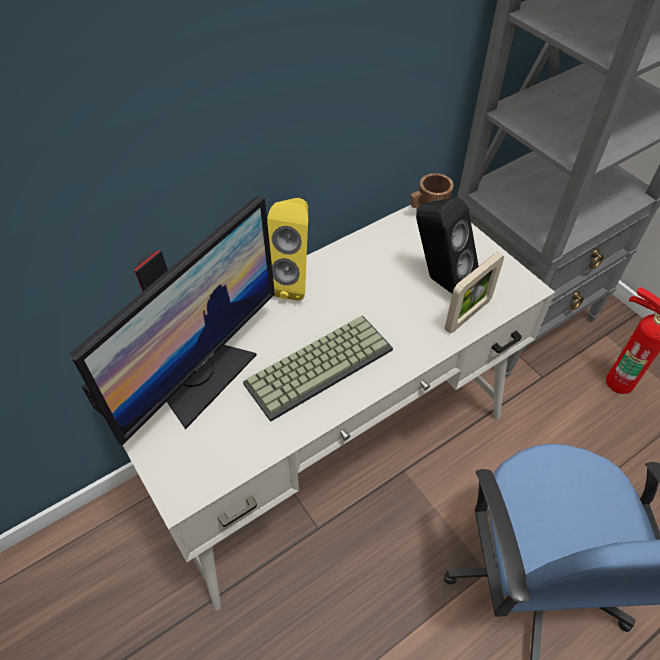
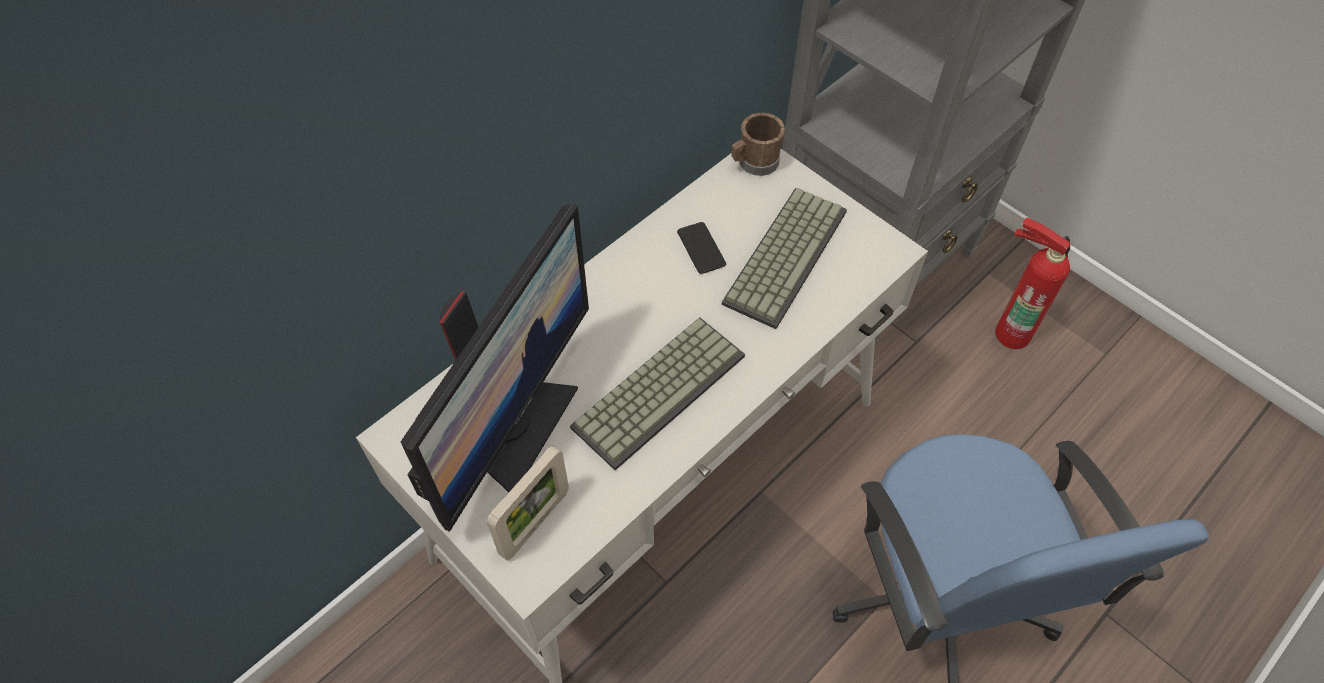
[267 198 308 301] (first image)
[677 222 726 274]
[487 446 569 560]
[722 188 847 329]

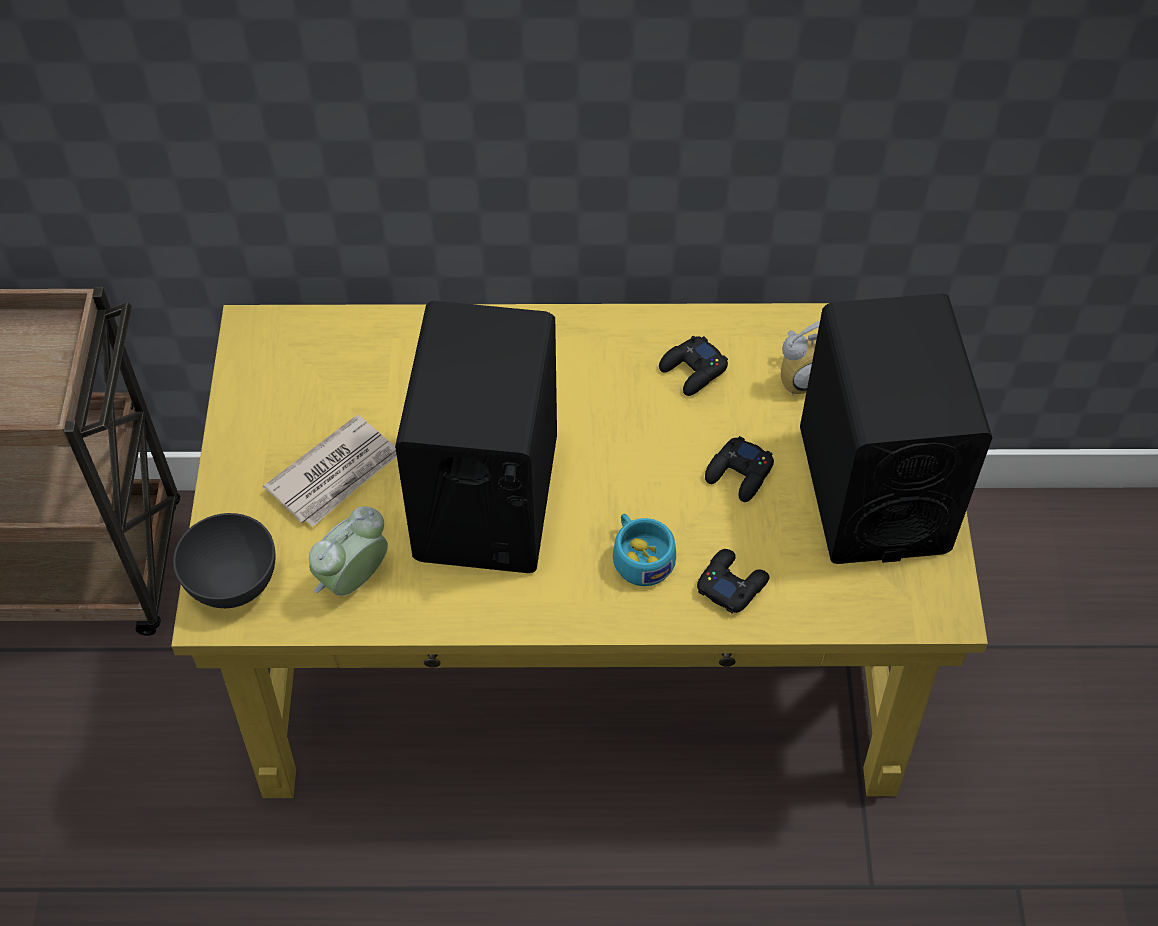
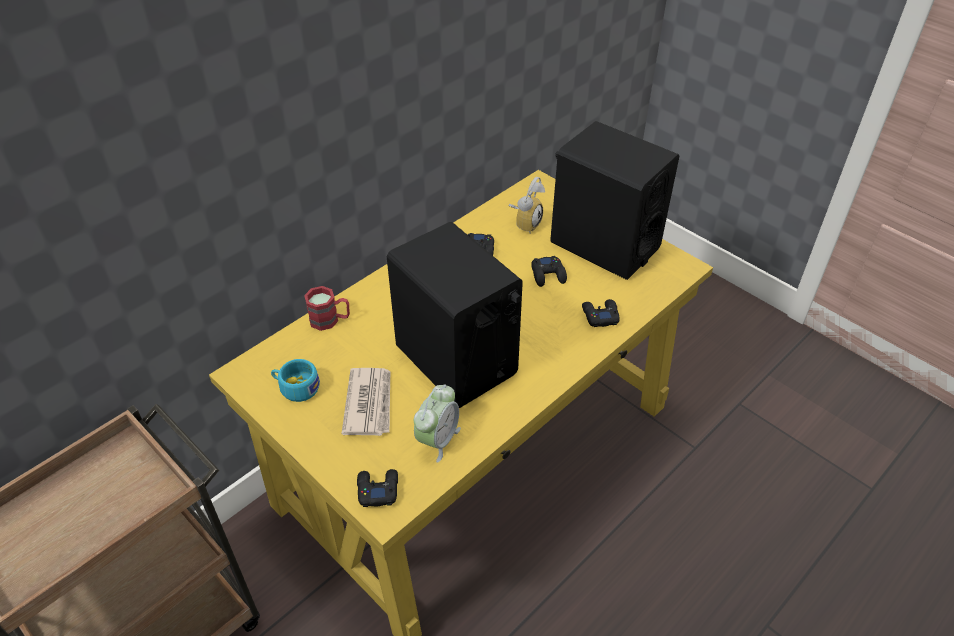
[304 286 350 331]
[271 359 320 402]
[357 469 398 507]
[414 384 461 463]

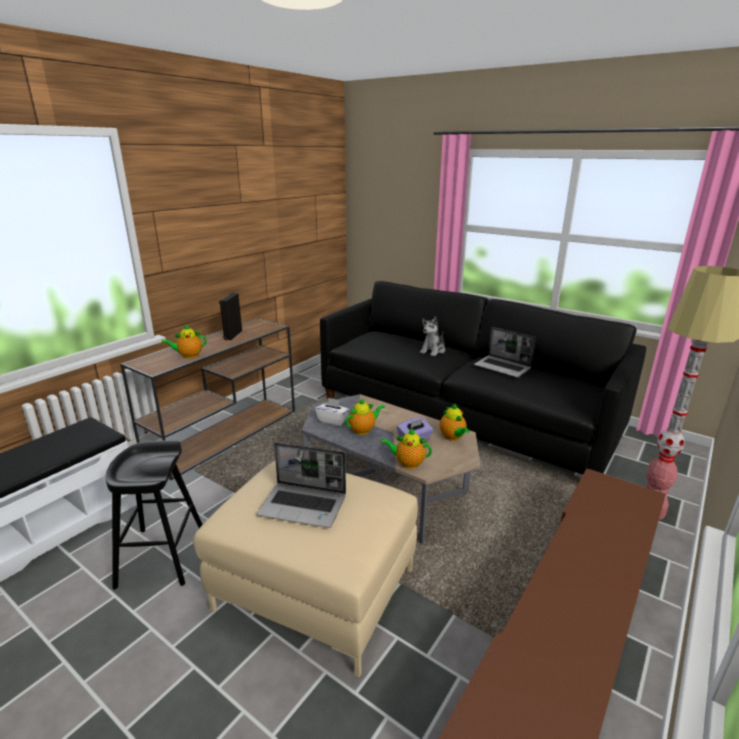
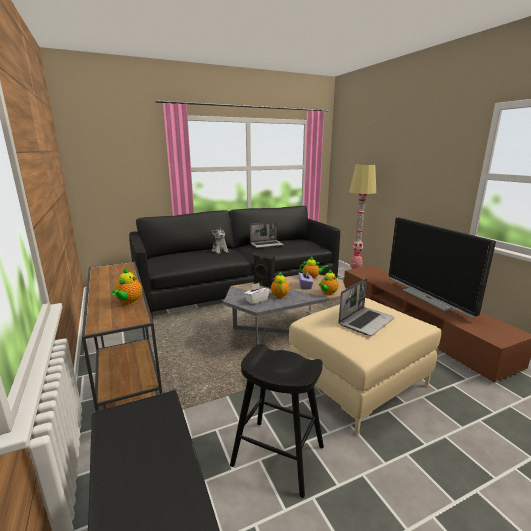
[389 217 496 318]
[253 253 275 289]

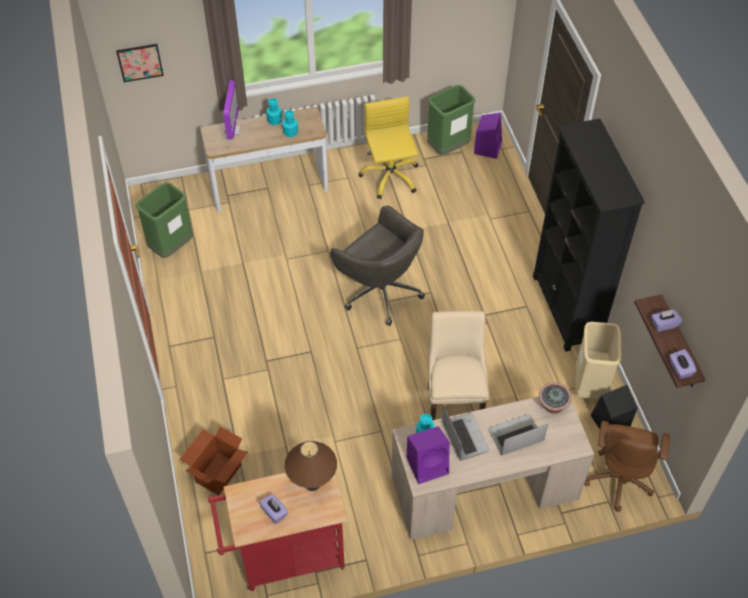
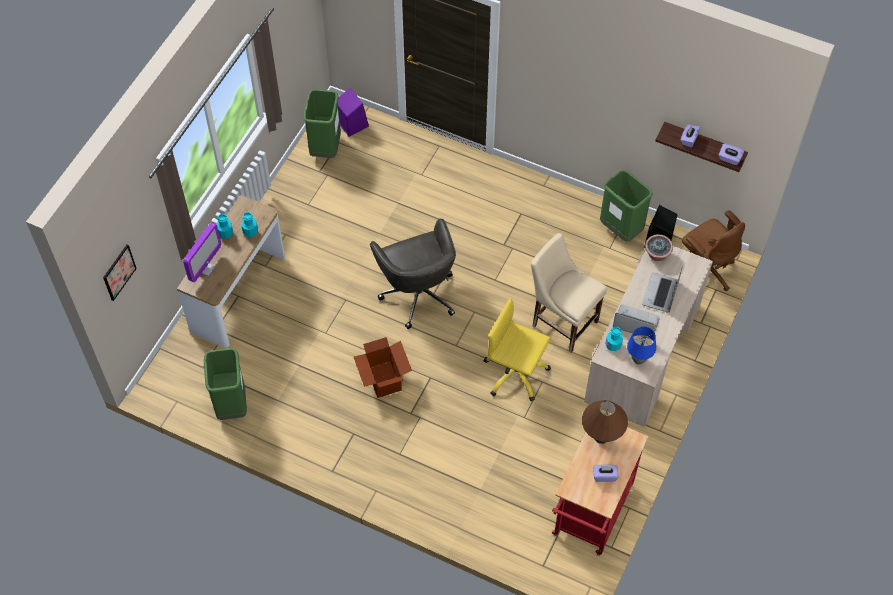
[533 118 645 352] (first image)
[354 337 412 398]
[484 298 551 401]
[627 326 656 365]
[600 170 653 242]
[183 223 221 282]
[370 218 456 329]

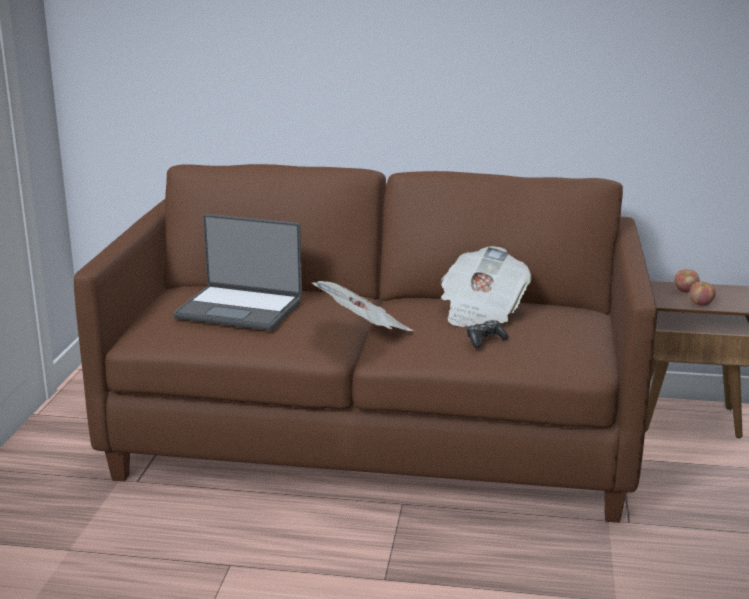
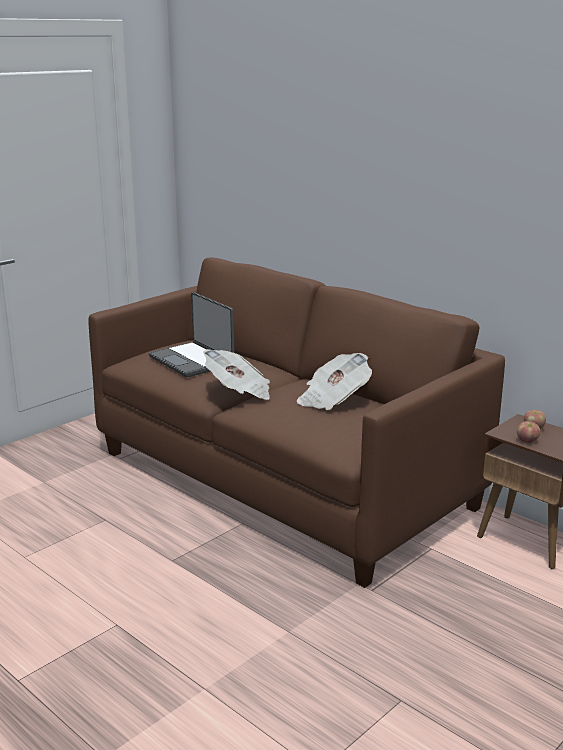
[466 320 509 348] (first image)

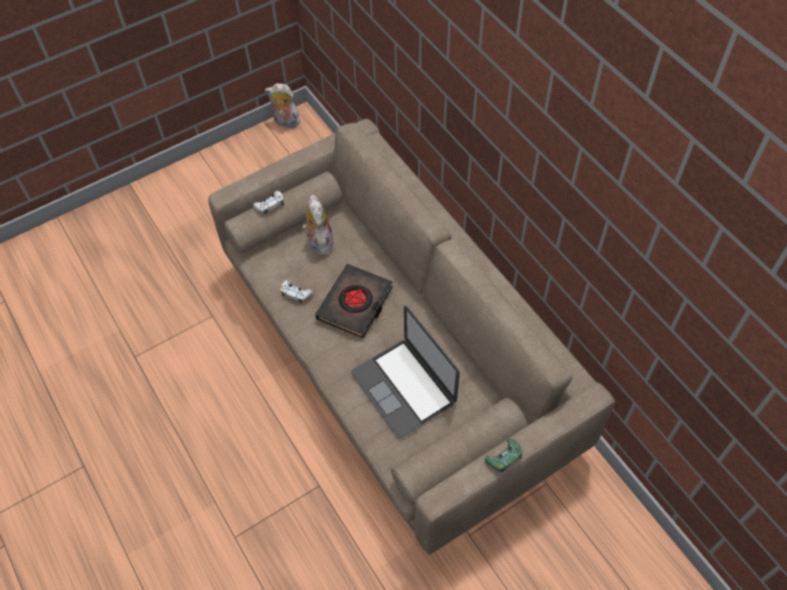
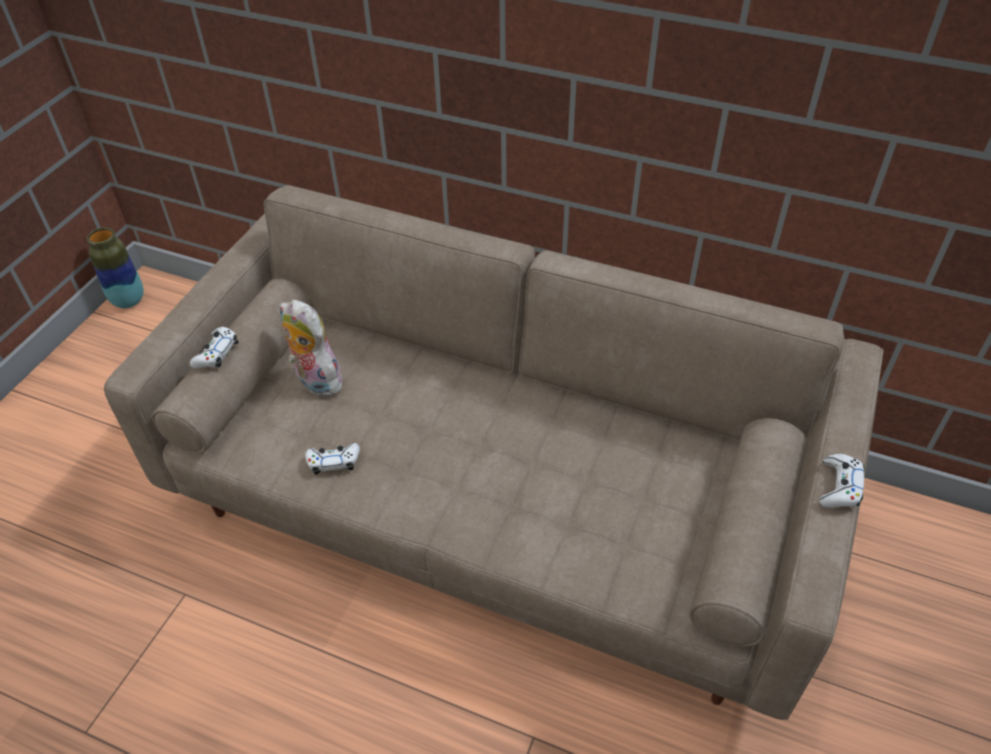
[315 264 393 338] (first image)
[351 306 460 438] (first image)
[87 227 144 308]
[819 454 865 508]

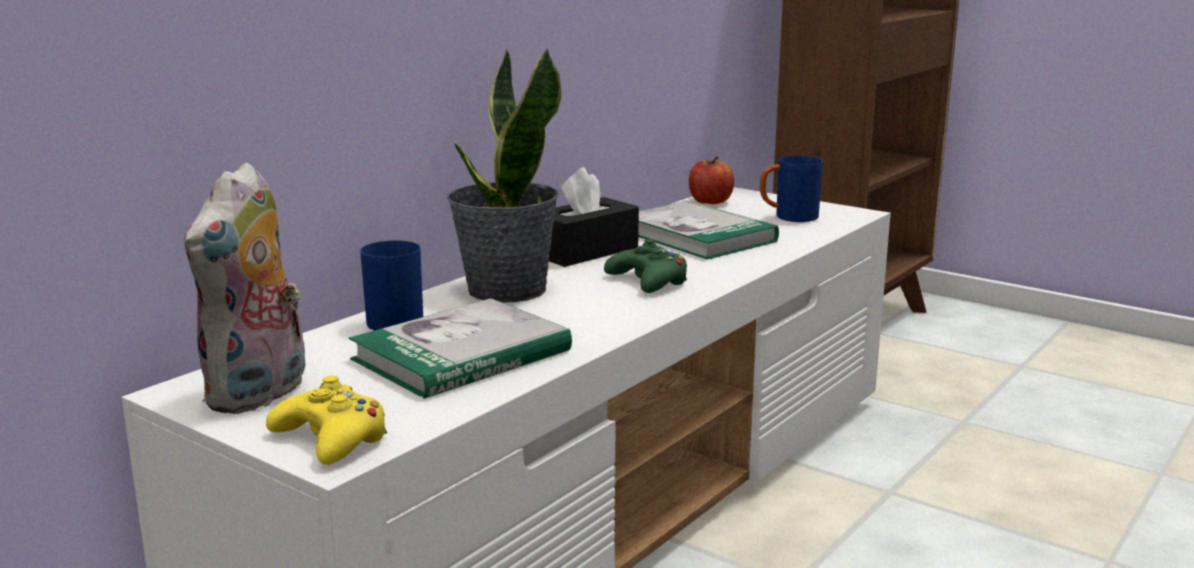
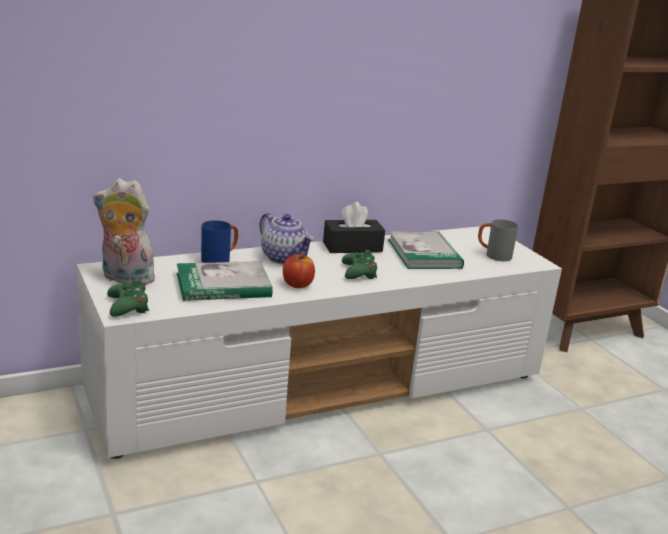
[283 254 315 288]
[260 213 314 264]
[107 279 149 317]
[478 219 519 261]
[93 178 155 285]

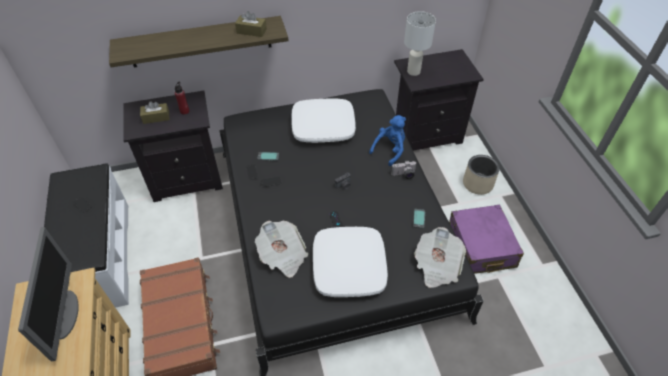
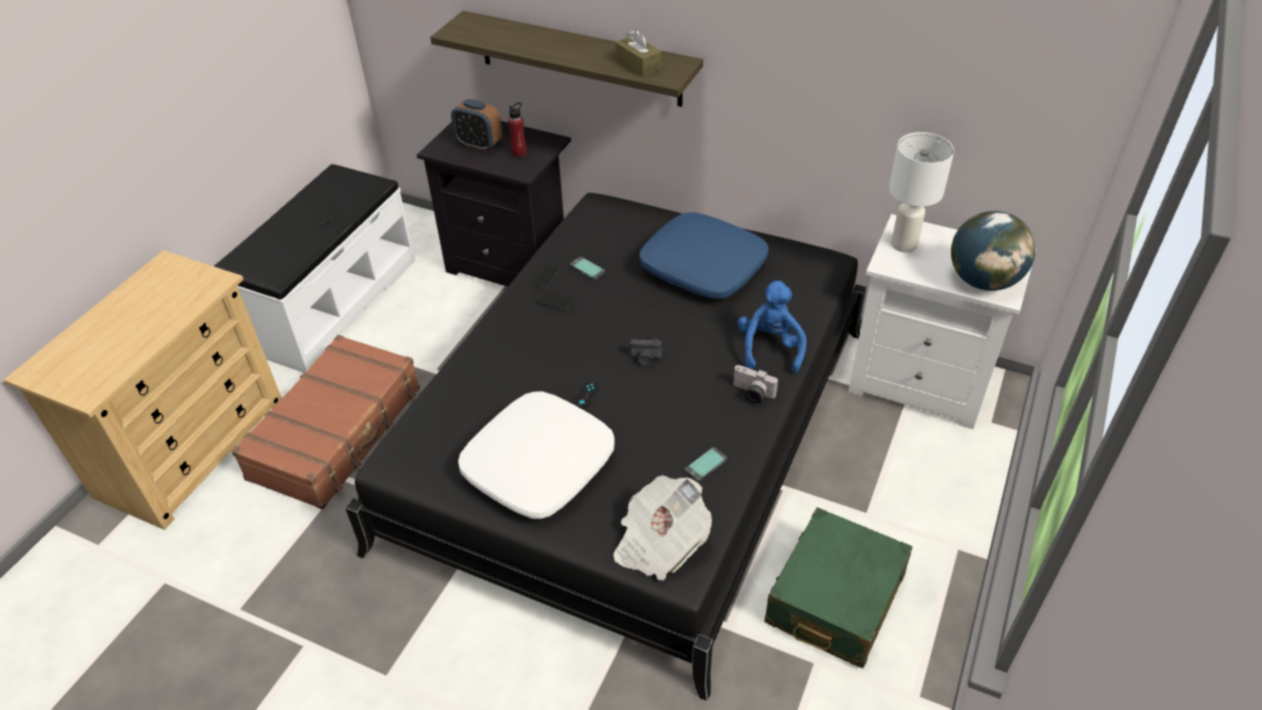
[18 227 79 362] (first image)
[255 221 308 278] (first image)
[463 155 500 195] (first image)
[951 211 1035 291]
[451 99 502 152]
[639 212 769 299]
[848 214 1036 429]
[764 507 913 669]
[737 281 807 373]

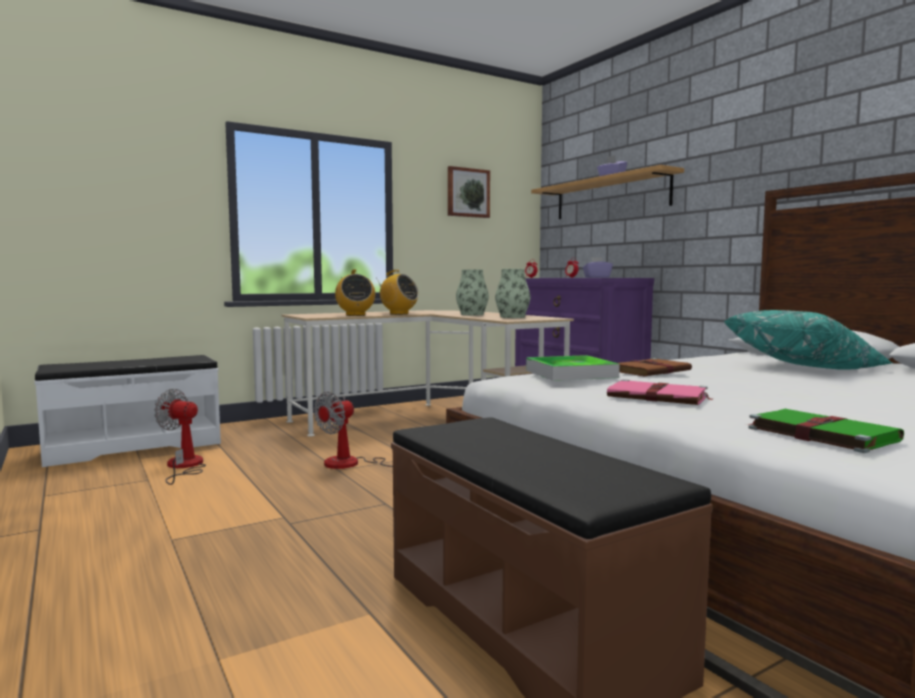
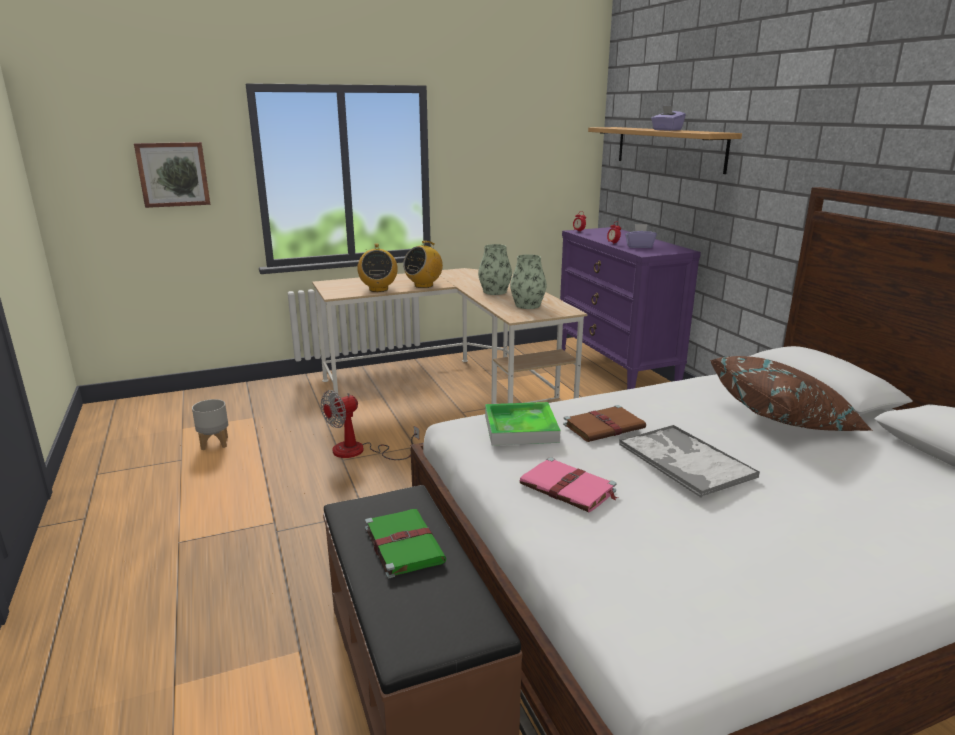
[34 355 221 467] (first image)
[619 425 760 498]
[134 142 210 208]
[365 509 447 579]
[192 399 228 450]
[710 356 873 431]
[403 241 443 288]

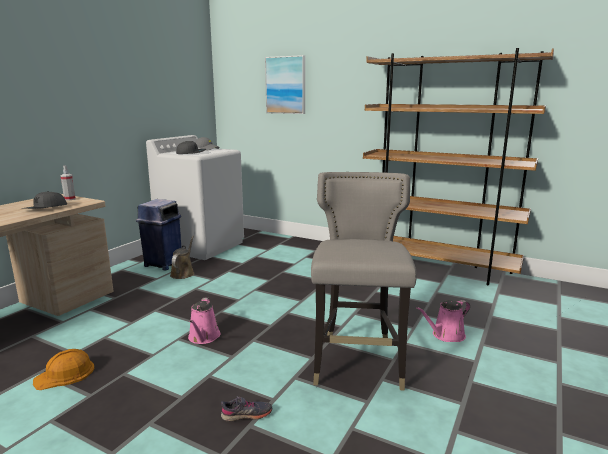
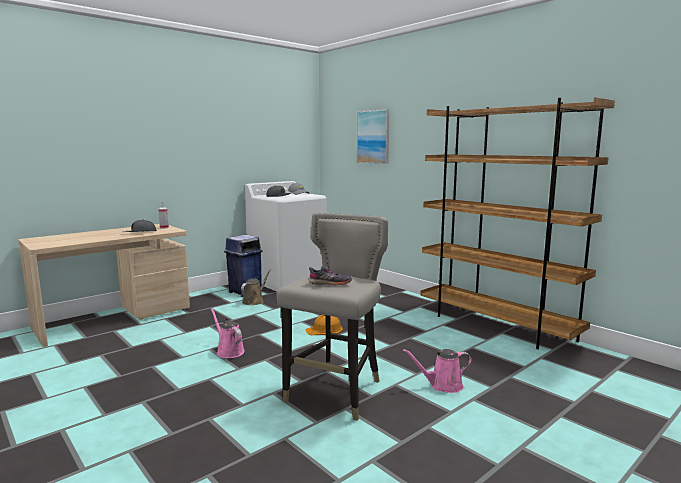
[306 315 343 335]
[309 266 352 285]
[211 309 245 358]

